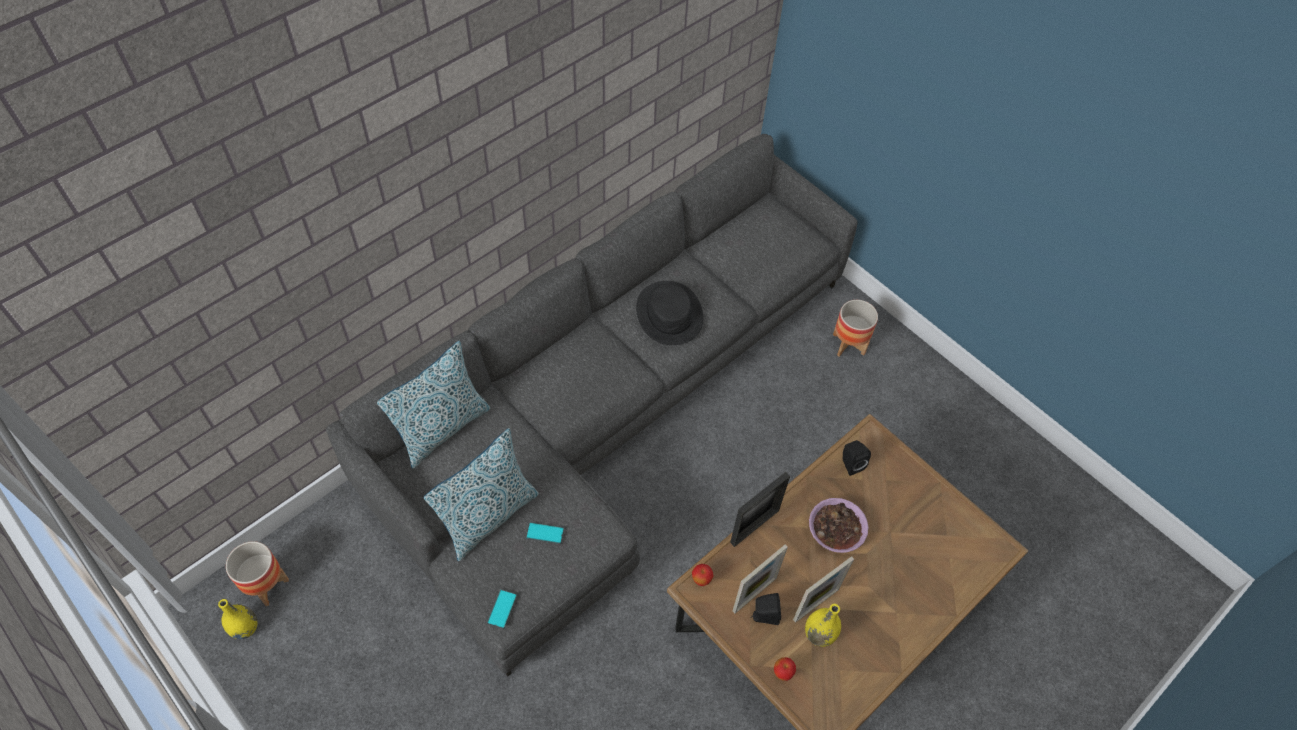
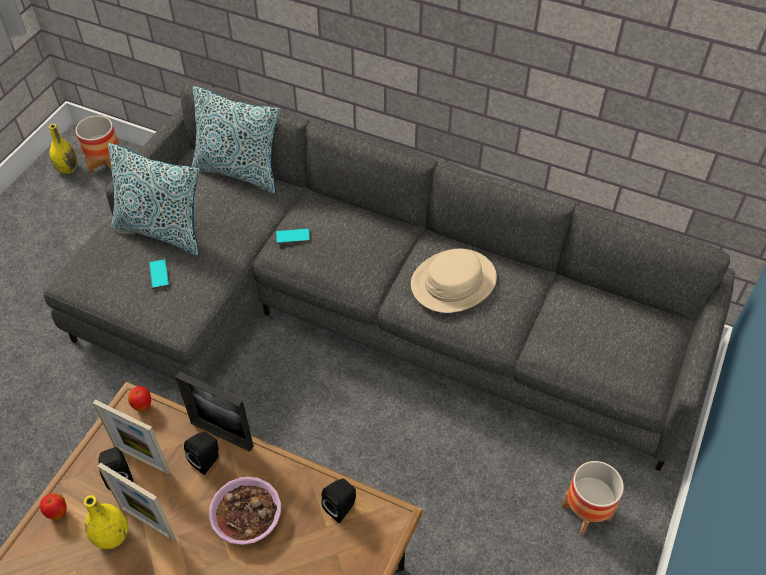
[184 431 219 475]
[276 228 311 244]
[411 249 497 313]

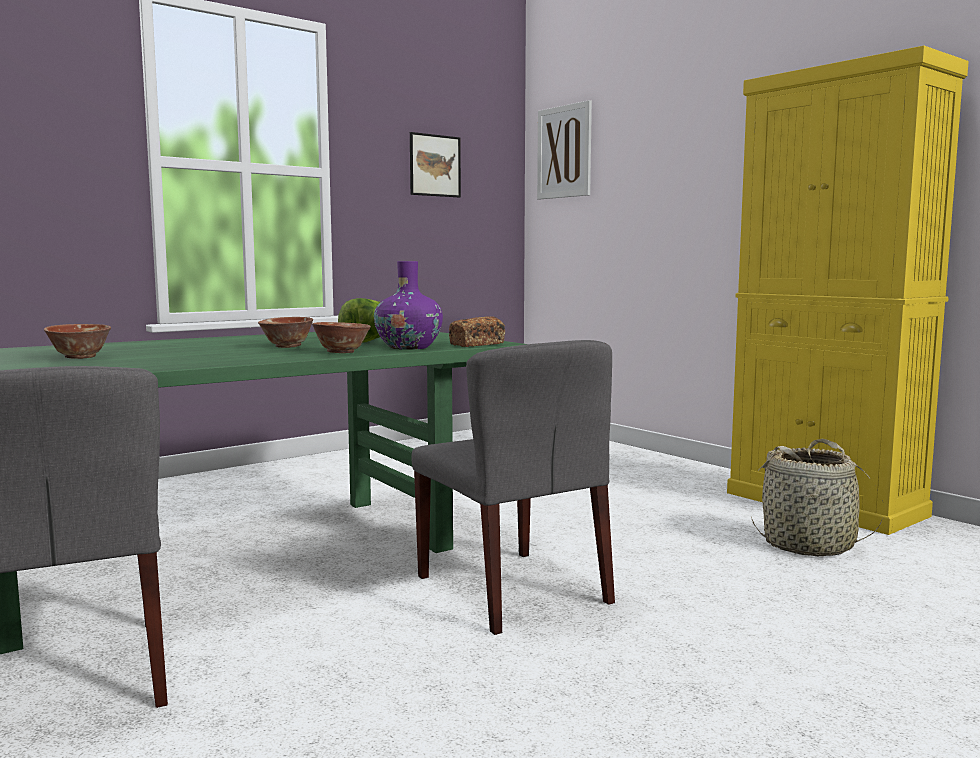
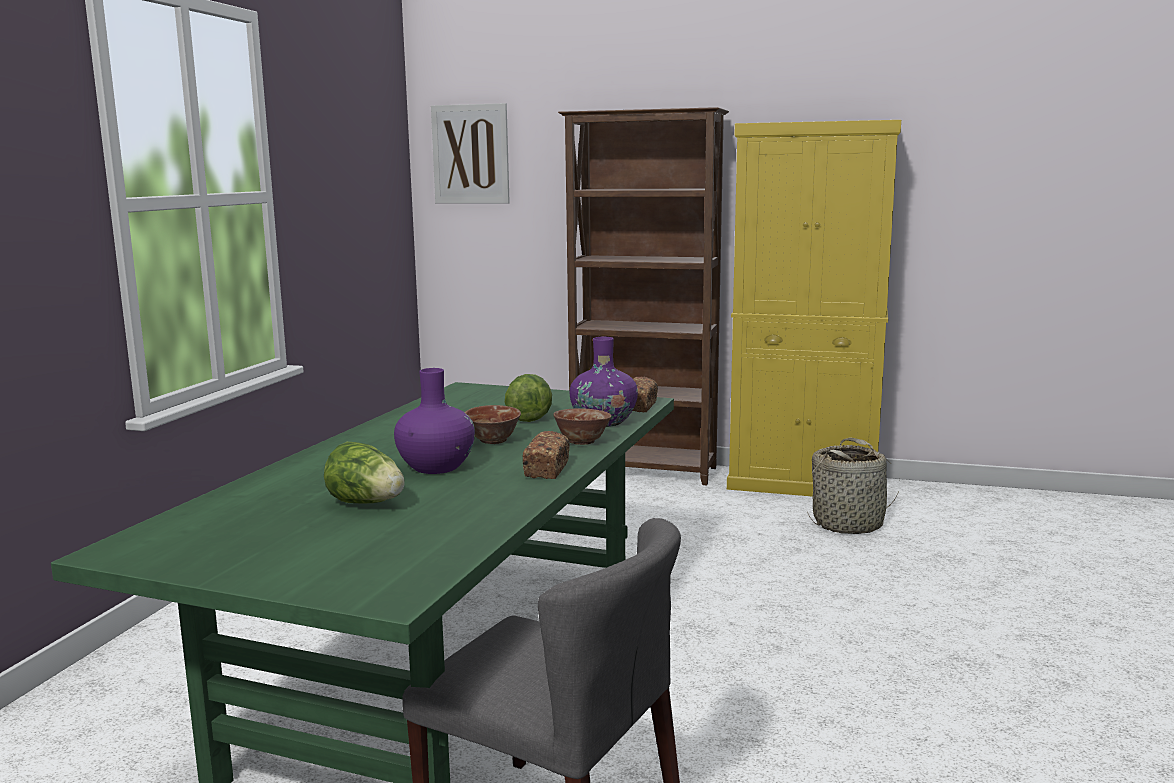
[410 132 461 197] (first image)
[411 340 615 635] (first image)
[394 368 475 474]
[522 431 570 479]
[558 107 729 485]
[324 442 405 504]

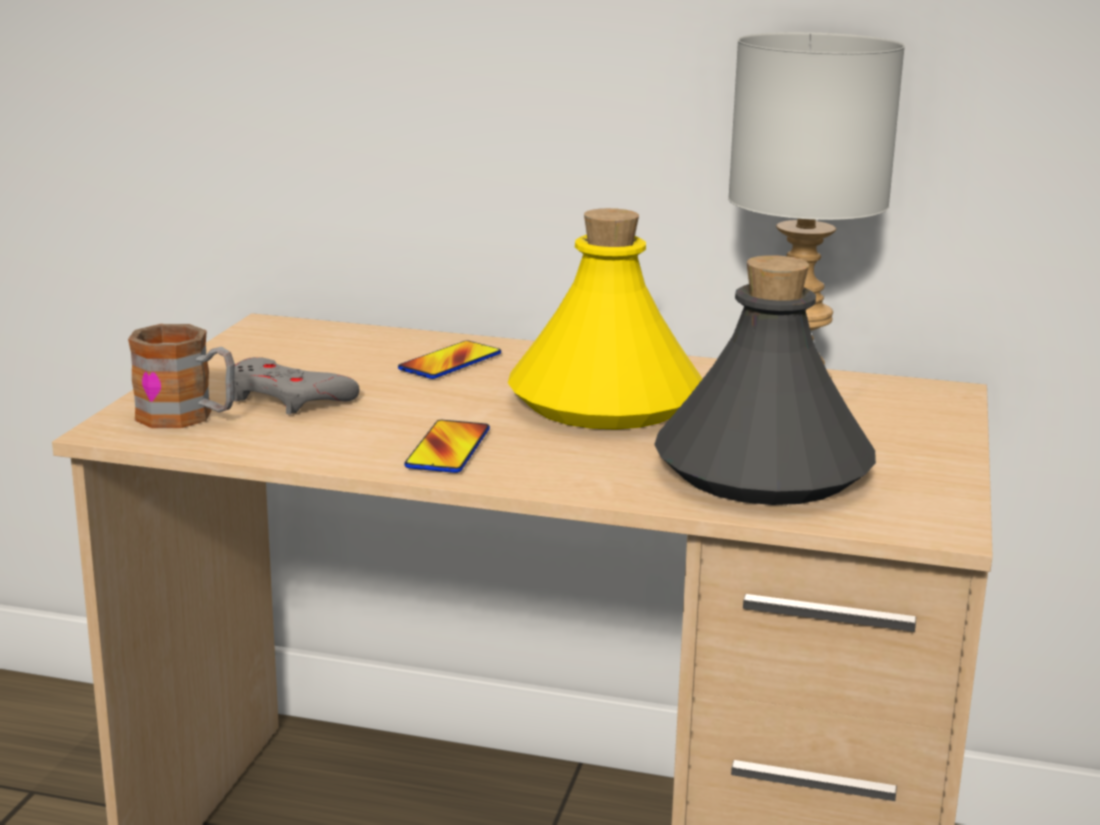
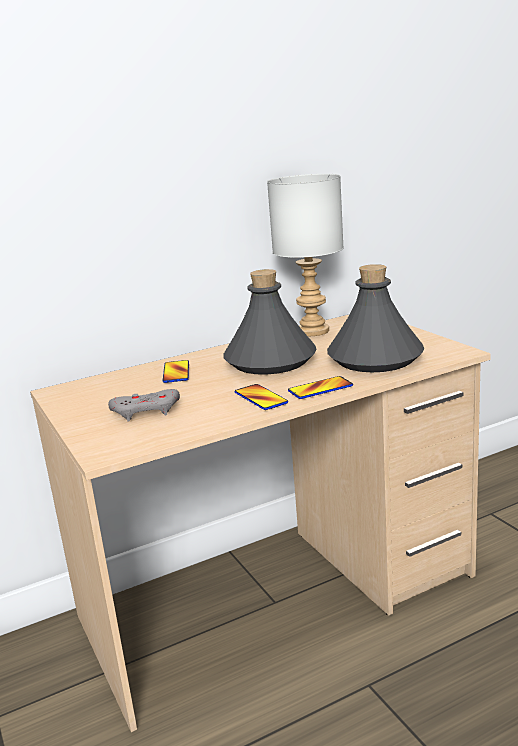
[128 324 235 428] (first image)
[288 376 353 399]
[224 269 317 375]

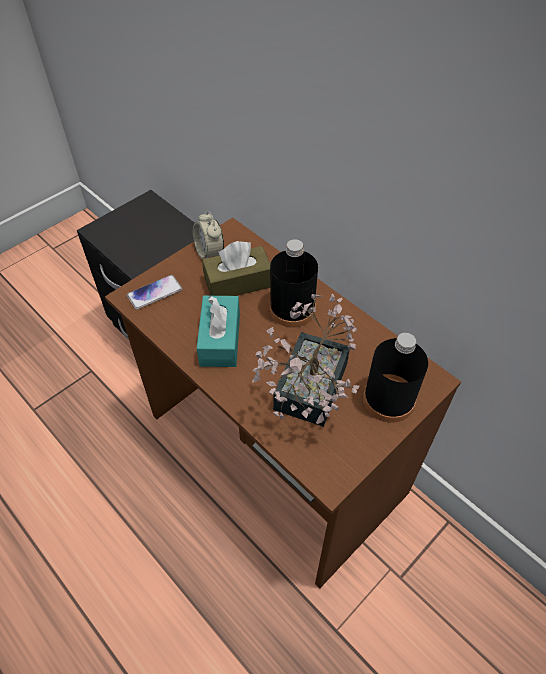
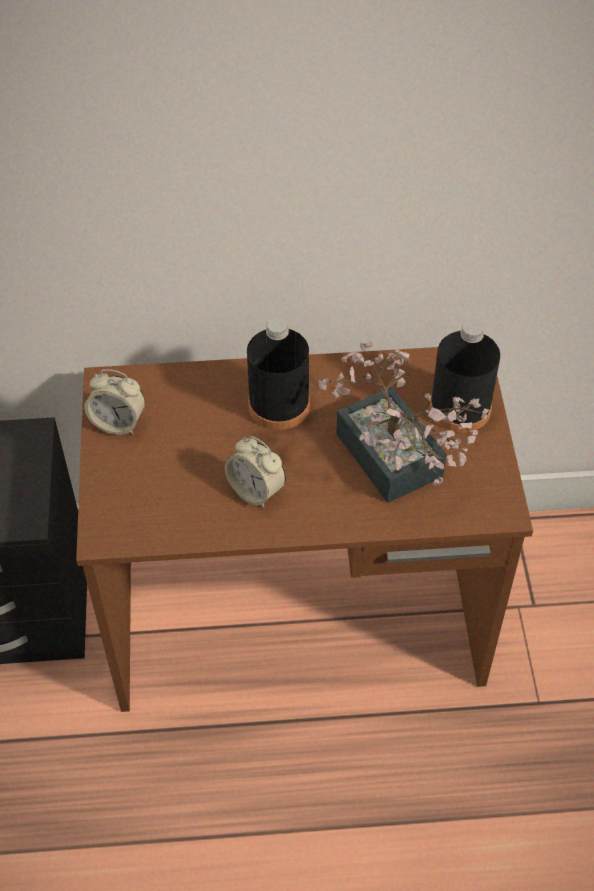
[127 275 182 310] (first image)
[202 241 271 296] (first image)
[225 436 286 508]

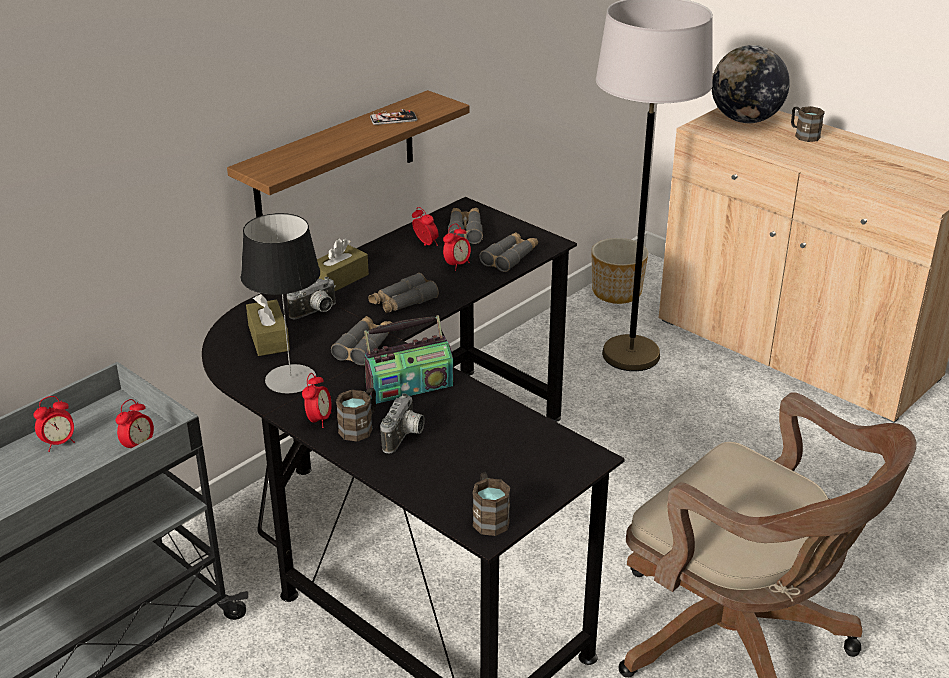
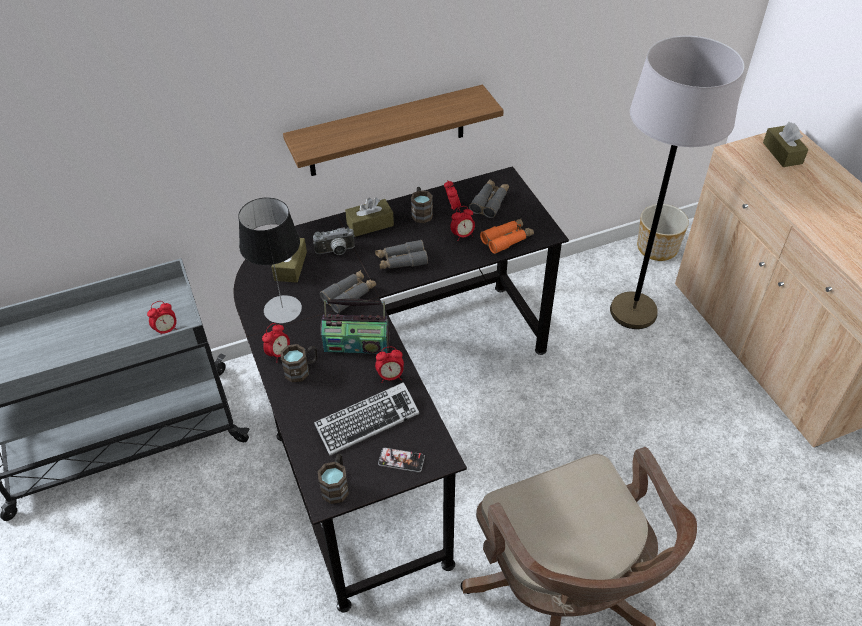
[380 393 425 453] (first image)
[314 382 419 456]
[375 347 404 383]
[378 448 425 473]
[411 187 433 223]
[763 122 809 167]
[480 218 534 254]

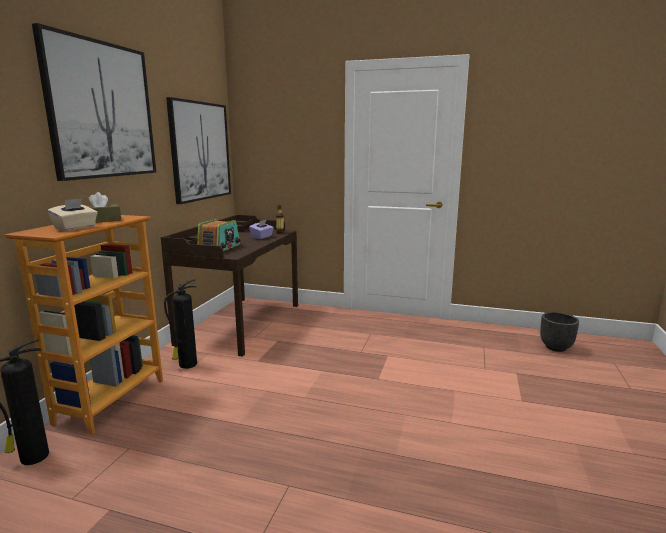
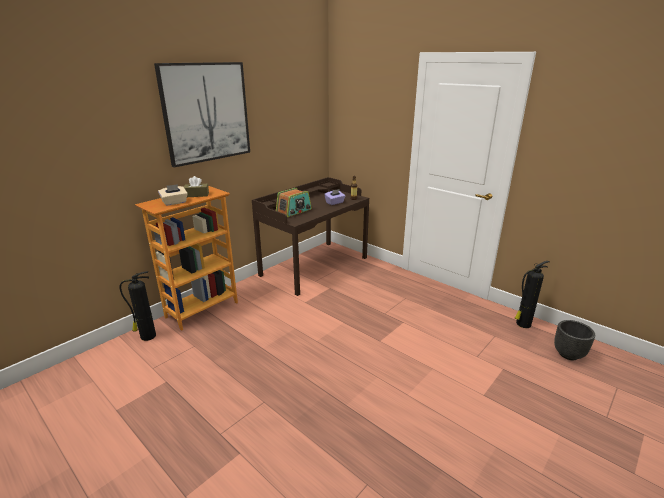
[166 97 231 204] (first image)
[515 261 550 328]

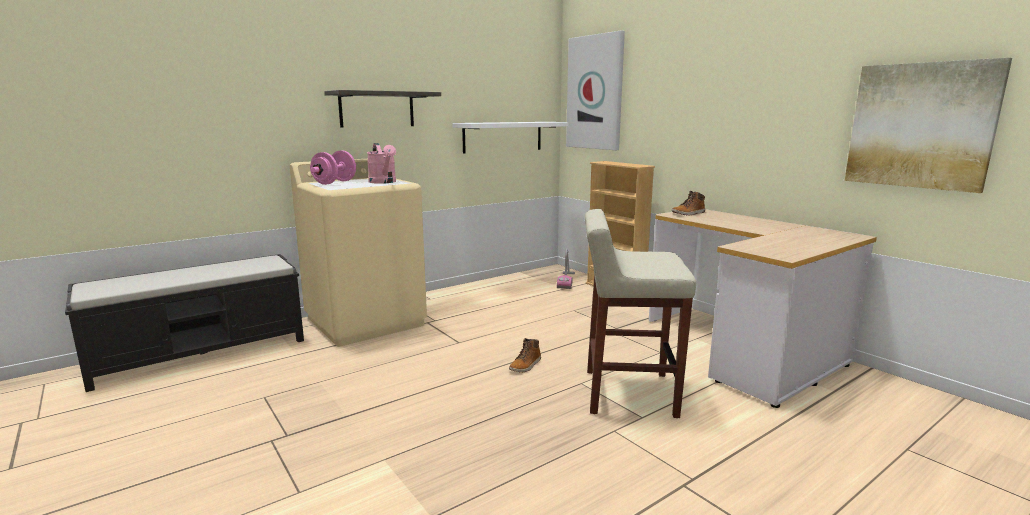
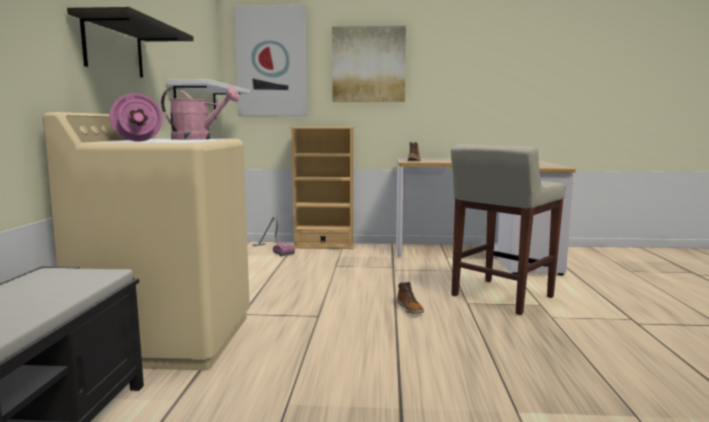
[332 26 406 102]

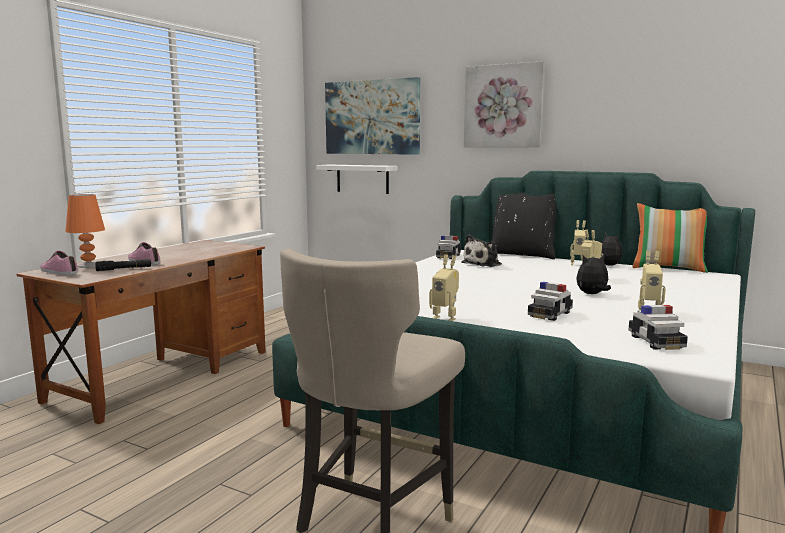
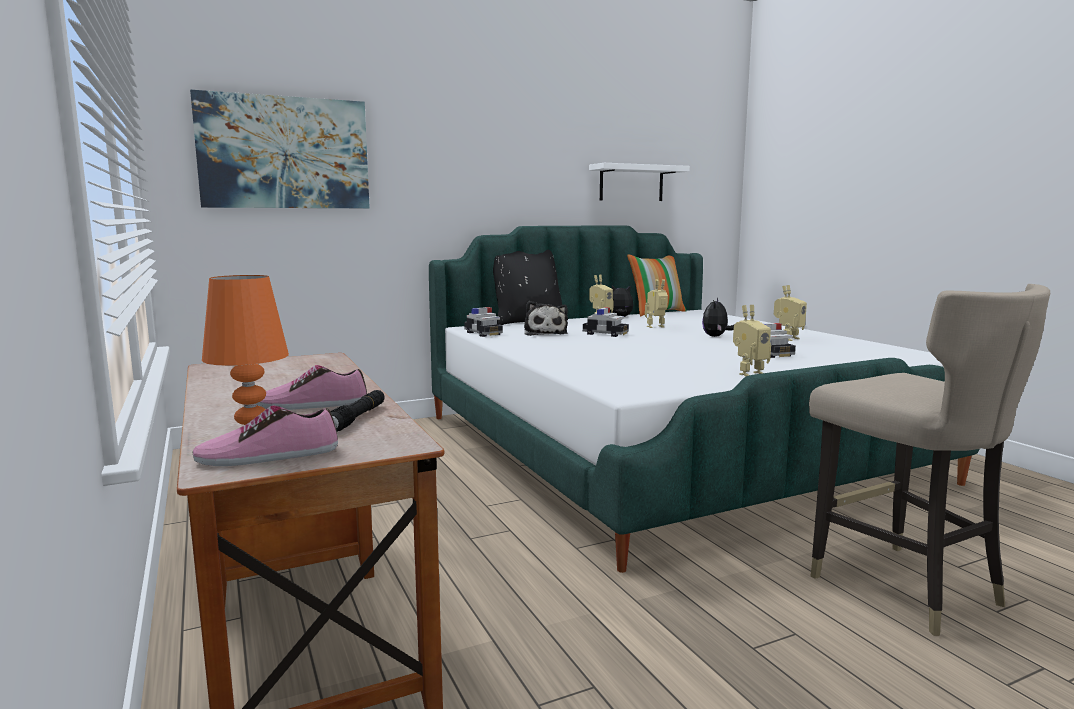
[464 61 545 147] (first image)
[589 163 690 201]
[583 307 629 337]

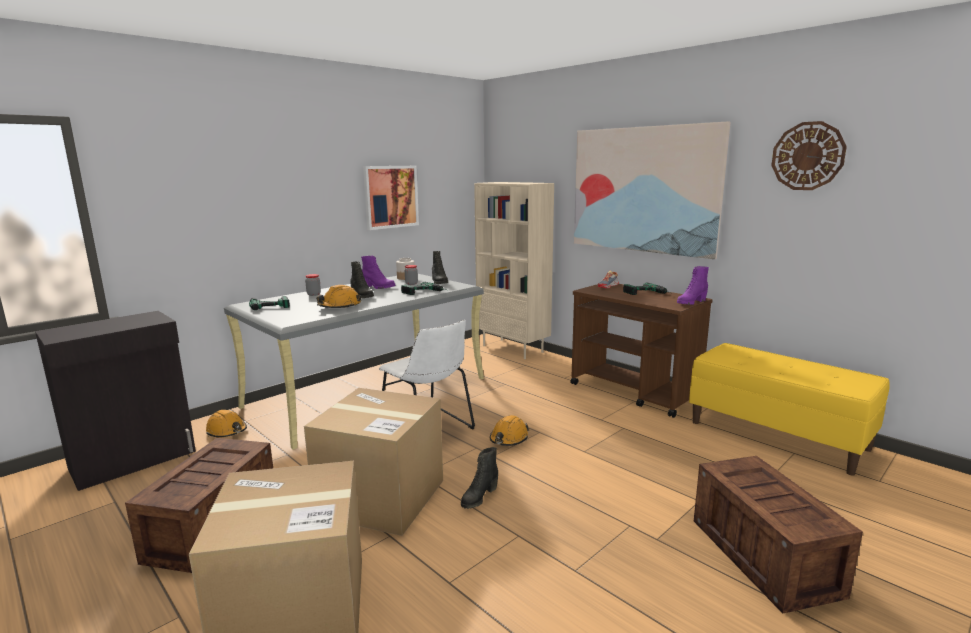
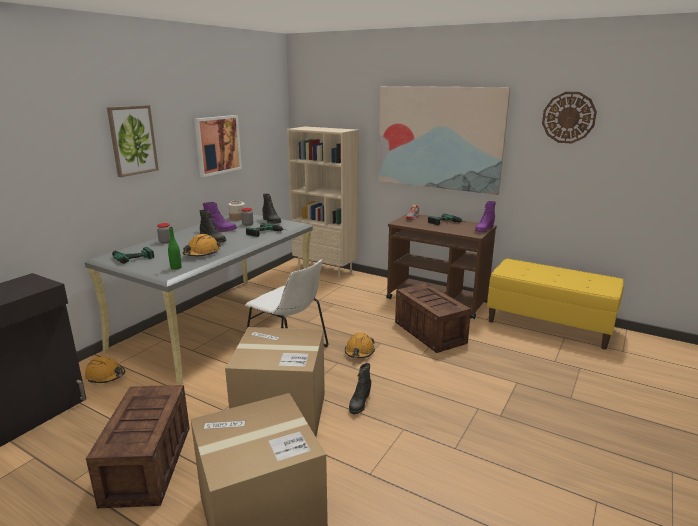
[107 105 159 177]
[168 227 182 270]
[395 283 471 353]

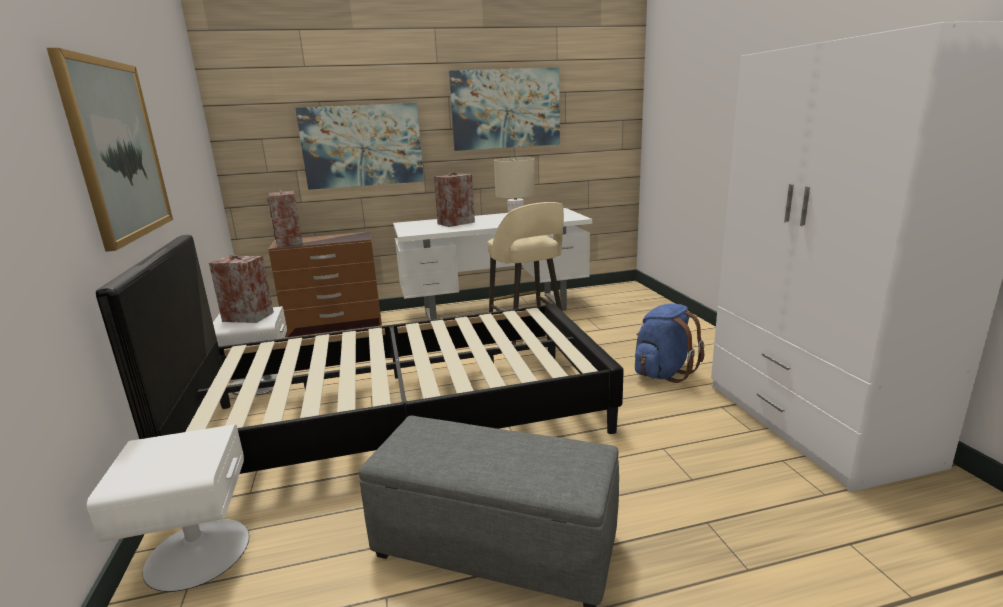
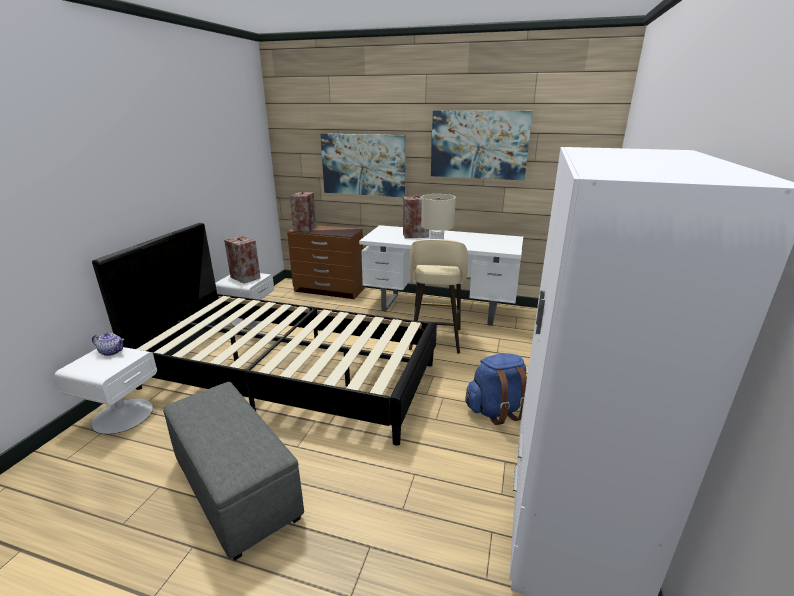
[47 48 173 252] (first image)
[92 333 124 356]

